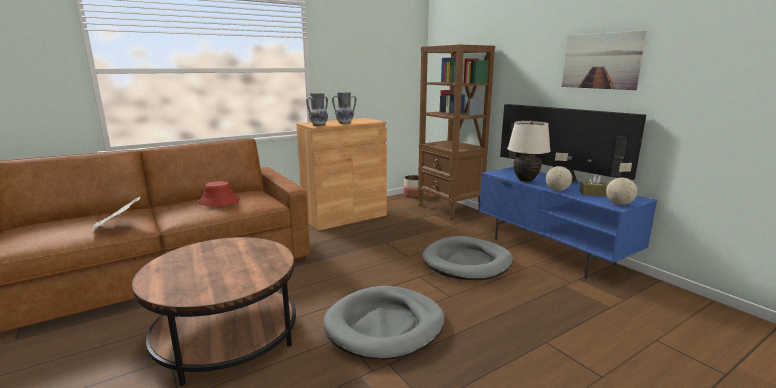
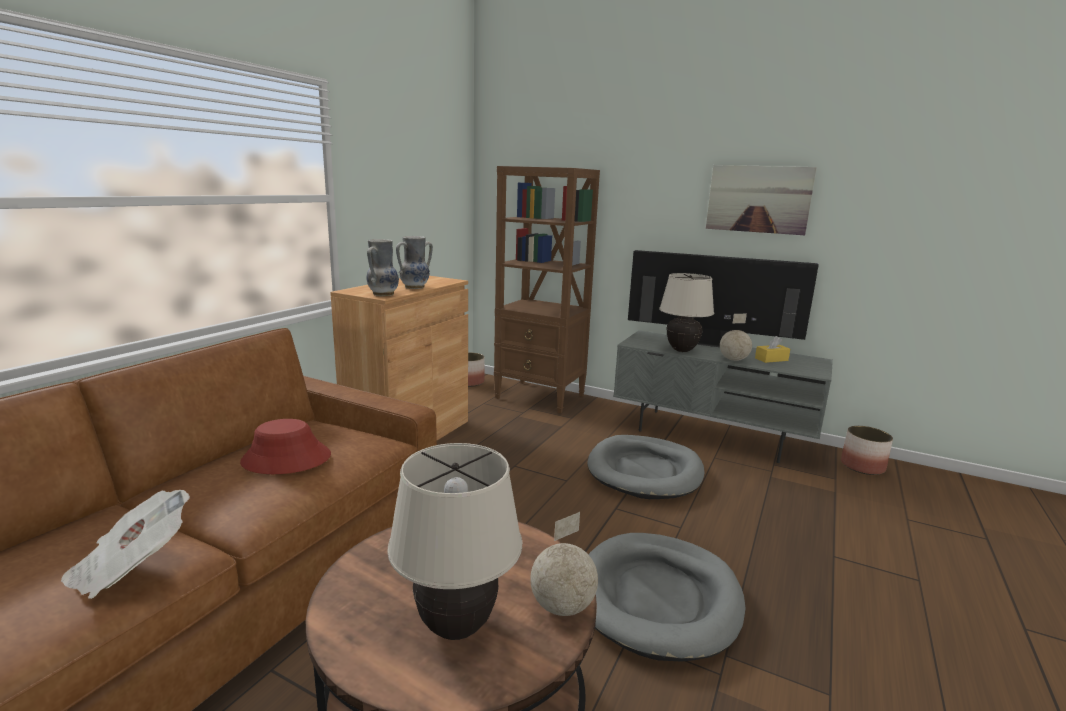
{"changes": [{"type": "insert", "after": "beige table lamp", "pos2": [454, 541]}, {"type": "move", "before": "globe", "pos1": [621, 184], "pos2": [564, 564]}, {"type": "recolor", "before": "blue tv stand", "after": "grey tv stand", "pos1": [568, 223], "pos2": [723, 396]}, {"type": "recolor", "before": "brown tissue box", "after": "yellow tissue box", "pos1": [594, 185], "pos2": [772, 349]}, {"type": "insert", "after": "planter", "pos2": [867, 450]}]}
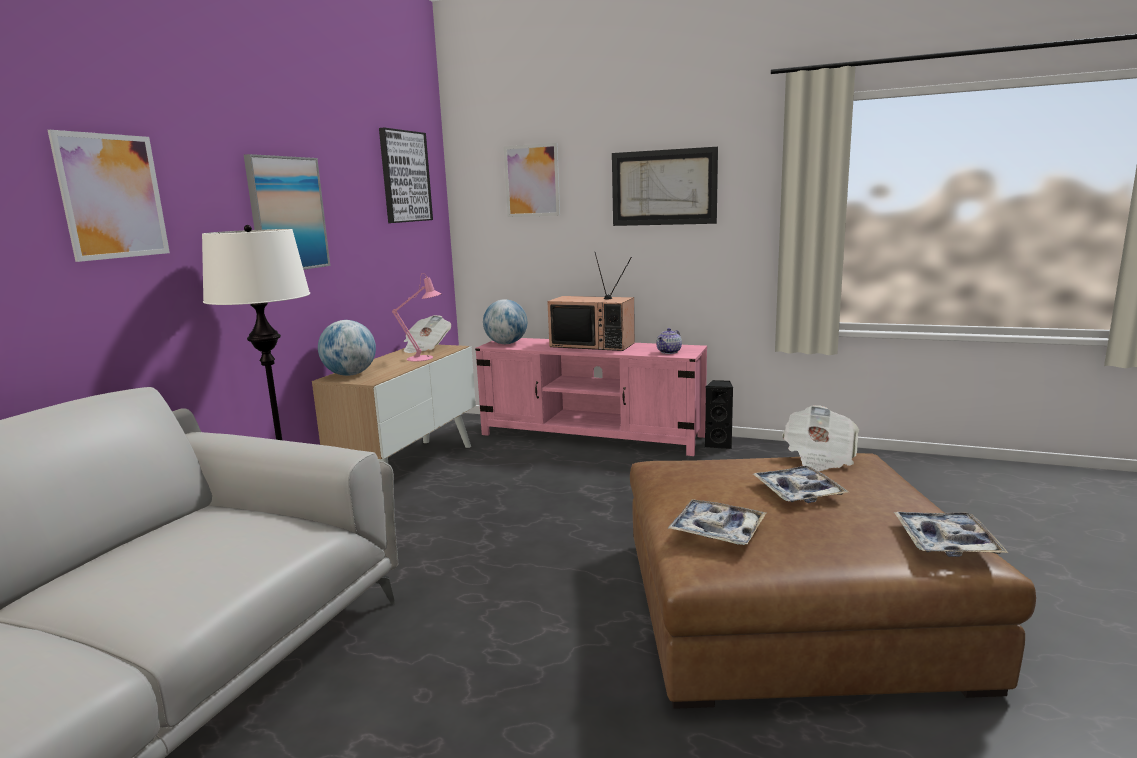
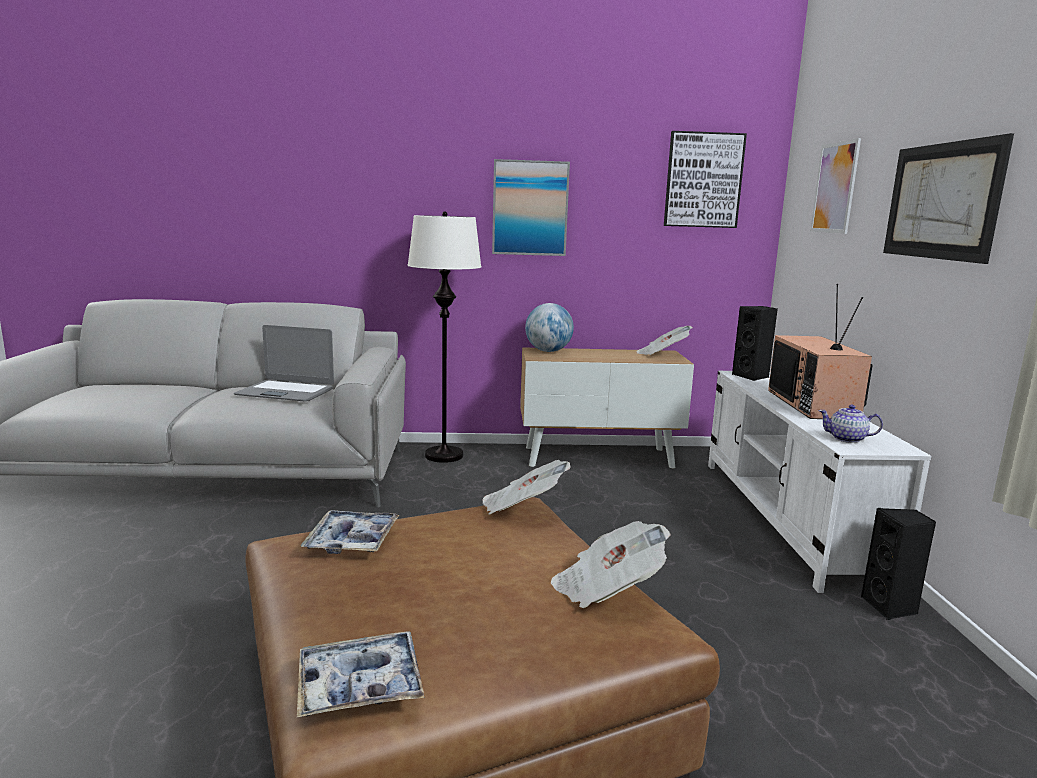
{"changes": [{"type": "insert", "after": "laptop", "pos2": [284, 363]}, {"type": "insert", "after": "newspaper", "pos2": [526, 487]}, {"type": "recolor", "before": "pink tv stand", "after": "white tv stand", "pos1": [591, 397], "pos2": [819, 482]}, {"type": "replace", "before": "globe", "after": "black speaker", "pos1": [505, 321], "pos2": [755, 343]}, {"type": "delete", "before": "picture", "pos1": [109, 196]}, {"type": "delete", "before": "pink table lamp", "pos1": [416, 318]}, {"type": "delete", "before": "tray", "pos1": [801, 484]}]}
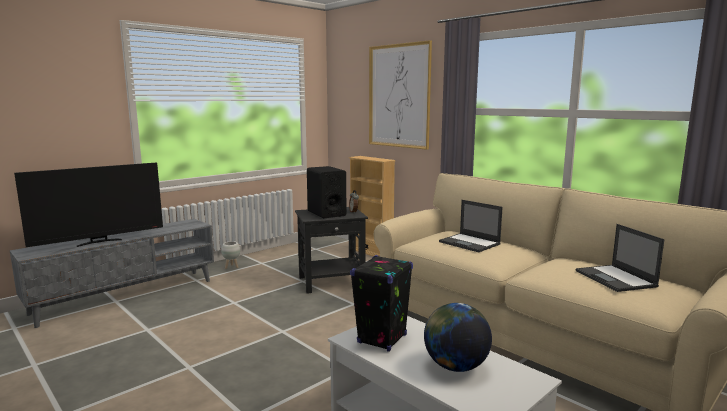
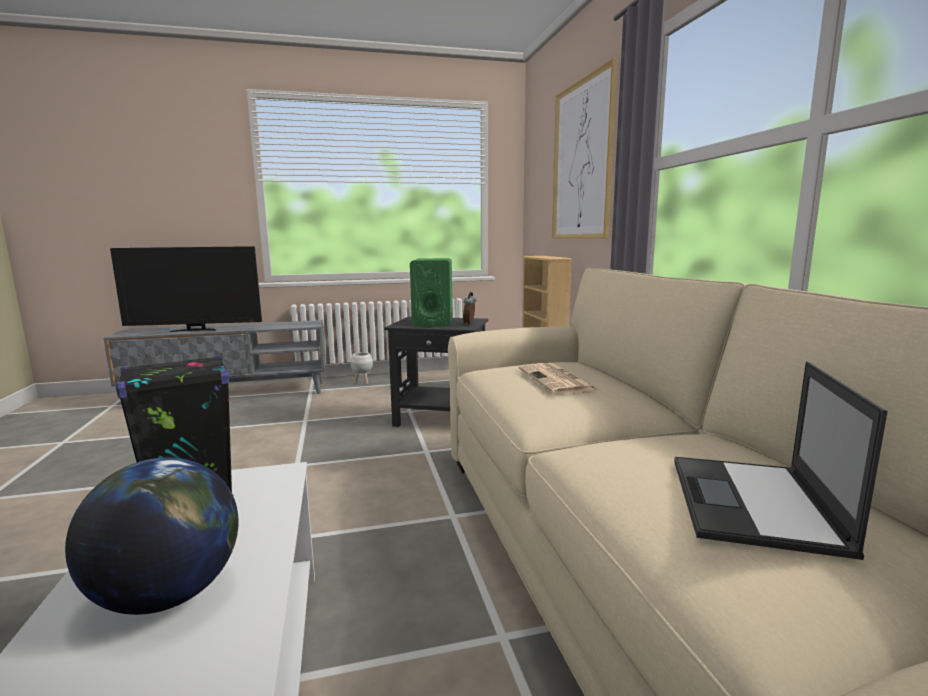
{"changes": [{"type": "recolor", "before": "black speaker", "after": "green speaker", "pos1": [326, 192], "pos2": [431, 292]}, {"type": "replace", "before": "laptop", "after": "newspaper", "pos1": [471, 226], "pos2": [559, 379]}]}
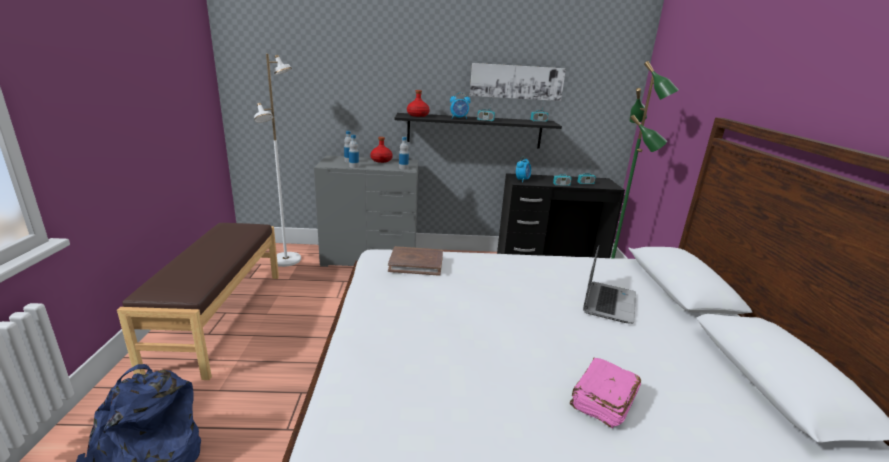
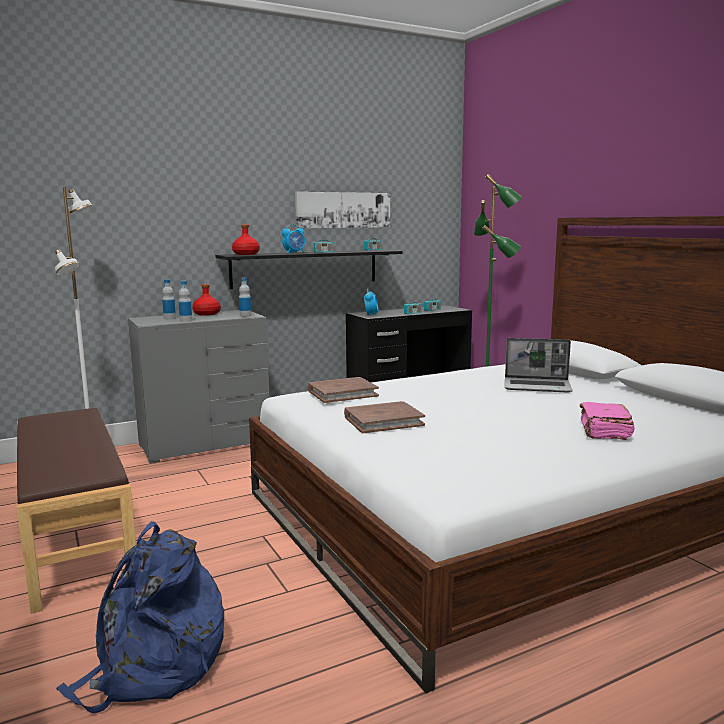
{"changes": [{"type": "insert", "after": "brown book", "pos2": [384, 417]}, {"type": "rotate", "before": "laptop", "pos1": [609, 285], "pos2": [538, 365], "turn": 105}]}
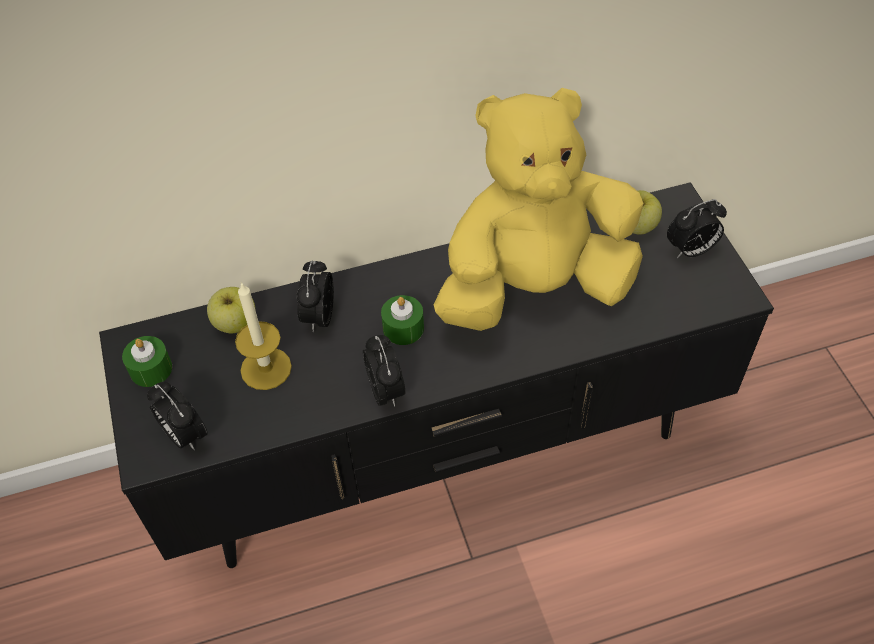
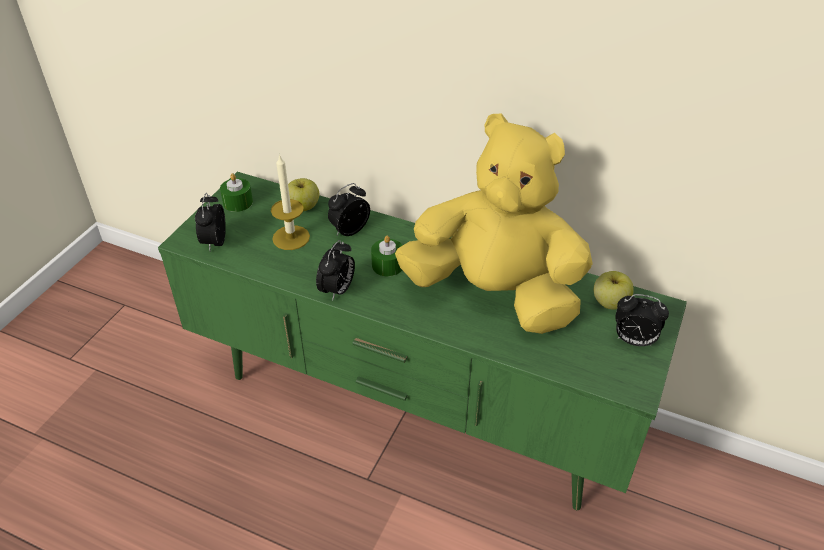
{"changes": [{"type": "recolor", "before": "black tv stand", "after": "green tv stand", "pos1": [436, 375], "pos2": [422, 341]}]}
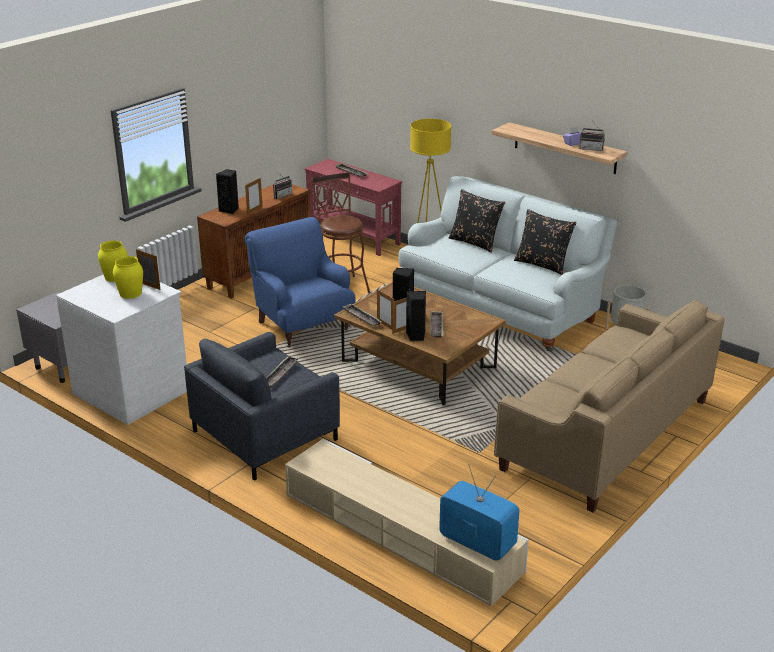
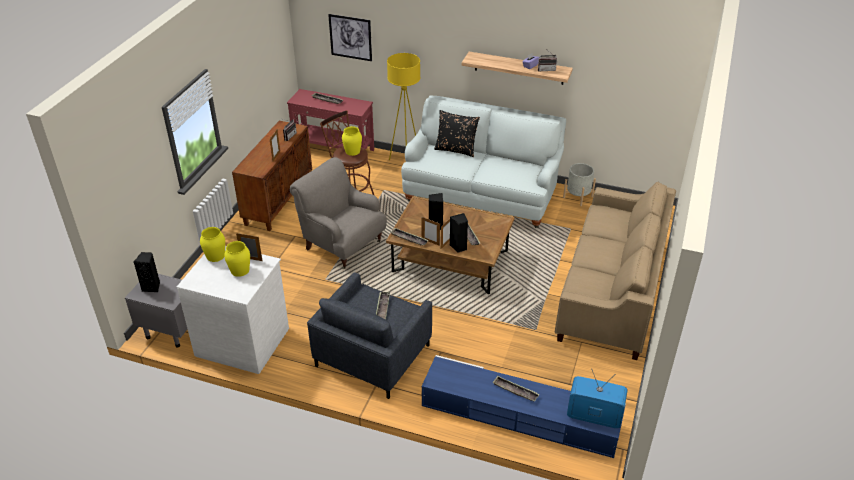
{"changes": [{"type": "move", "before": "black speaker", "pos1": [227, 191], "pos2": [147, 272]}, {"type": "recolor", "before": "blue armchair", "after": "grey armchair", "pos1": [300, 282], "pos2": [338, 213]}, {"type": "insert", "after": "picture", "pos2": [350, 37]}, {"type": "insert", "after": "yellow vase", "pos2": [352, 141]}, {"type": "recolor", "before": "beige tv stand", "after": "blue tv stand", "pos1": [407, 522], "pos2": [524, 406]}, {"type": "insert", "after": "tray", "pos2": [516, 388]}, {"type": "delete", "before": "black pillow", "pos1": [545, 242]}]}
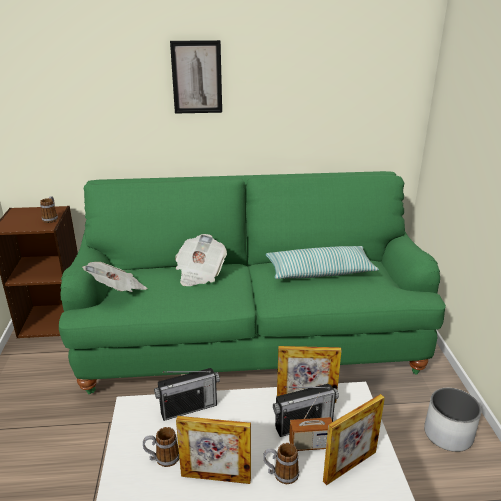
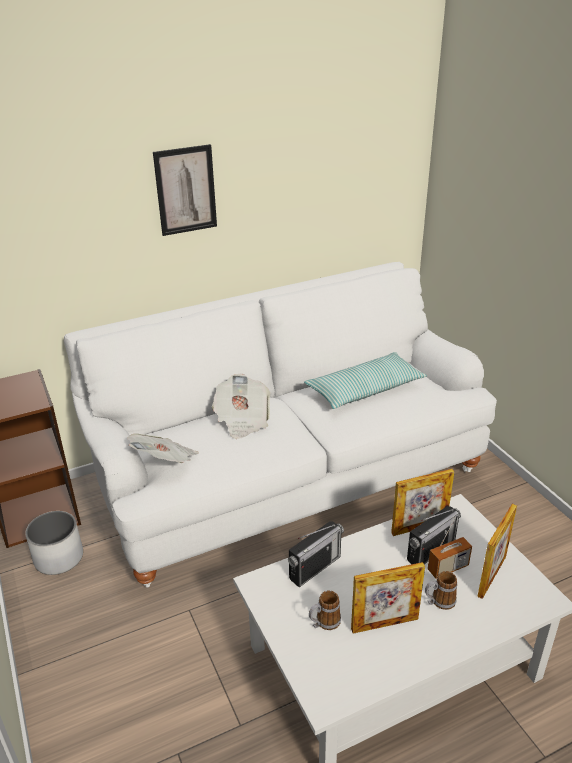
{"changes": [{"type": "move", "before": "white planter", "pos1": [453, 420], "pos2": [54, 543]}, {"type": "recolor", "before": "green sofa", "after": "white sofa", "pos1": [252, 282], "pos2": [280, 424]}, {"type": "delete", "before": "mug", "pos1": [49, 209]}]}
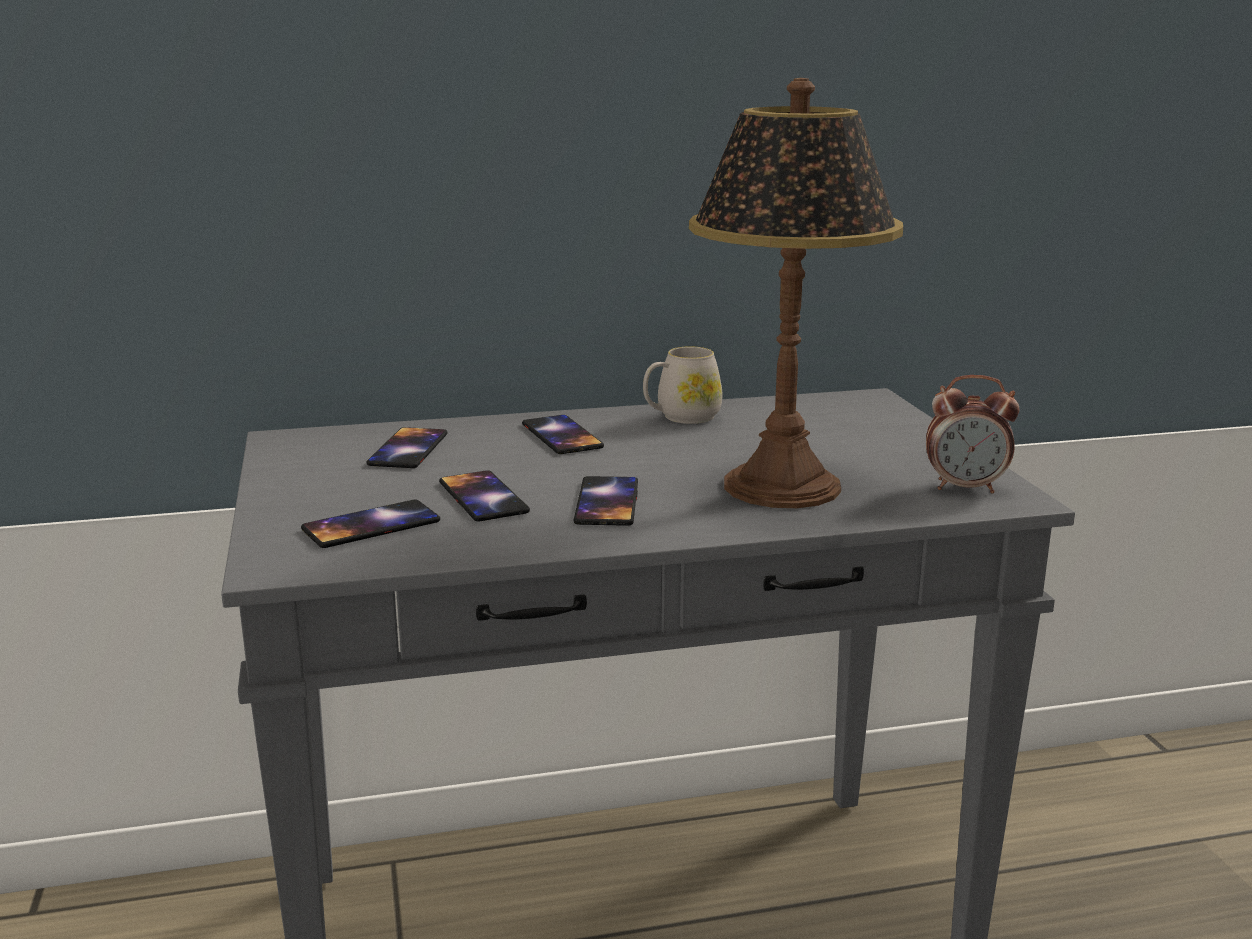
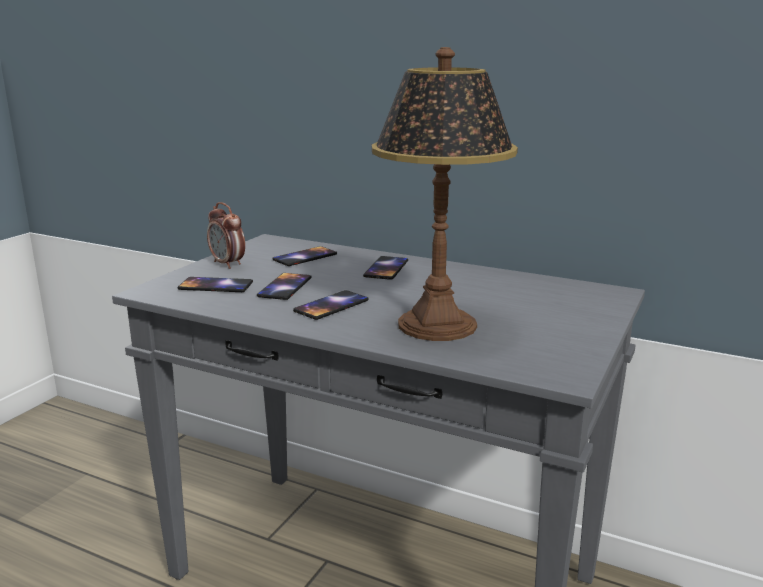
{"changes": [{"type": "move", "before": "alarm clock", "pos1": [972, 434], "pos2": [226, 235]}, {"type": "delete", "before": "white mug", "pos1": [682, 385]}]}
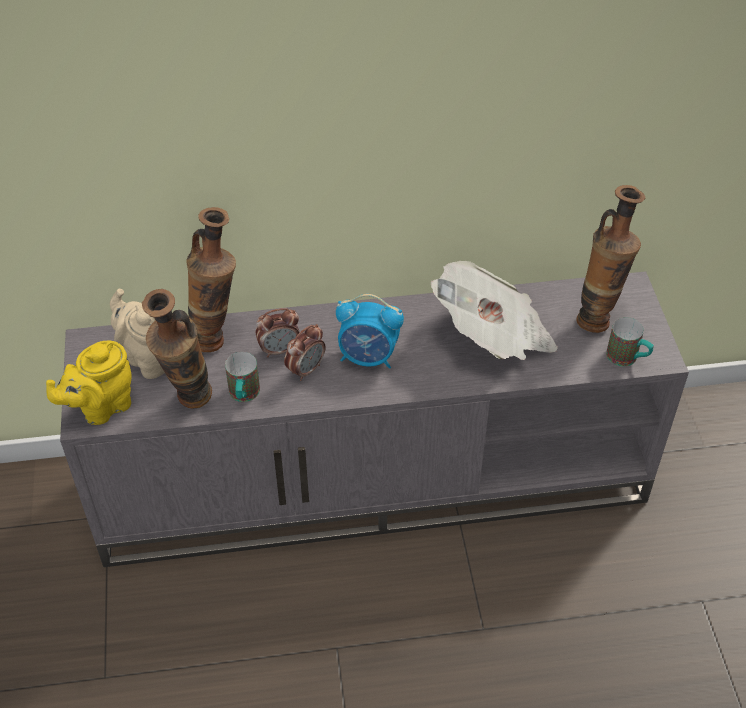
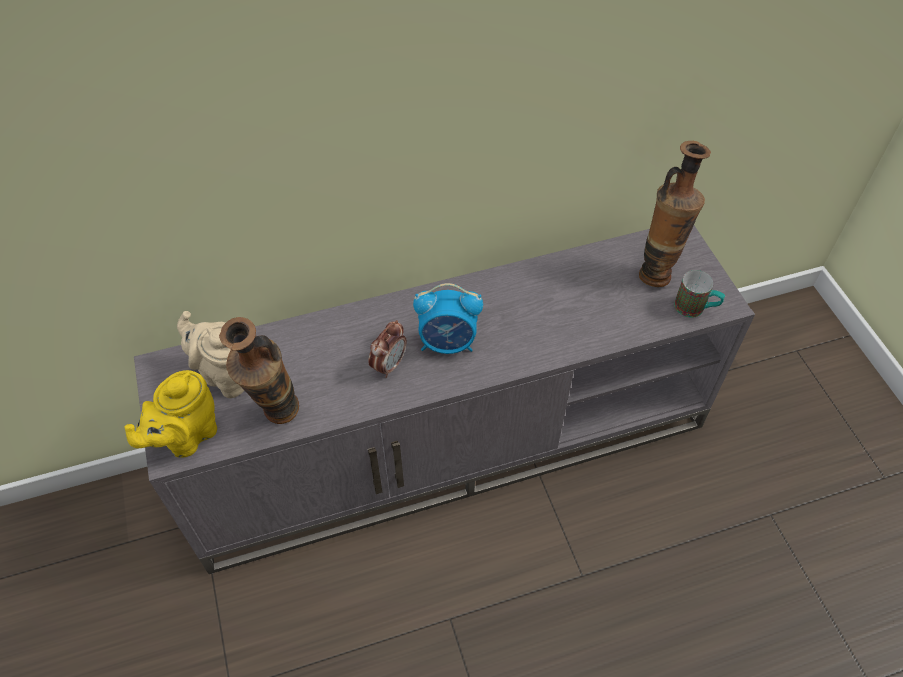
{"changes": [{"type": "delete", "before": "vase", "pos1": [211, 279]}, {"type": "delete", "before": "mug", "pos1": [242, 377]}, {"type": "delete", "before": "alarm clock", "pos1": [278, 332]}, {"type": "delete", "before": "newspaper", "pos1": [494, 310]}]}
